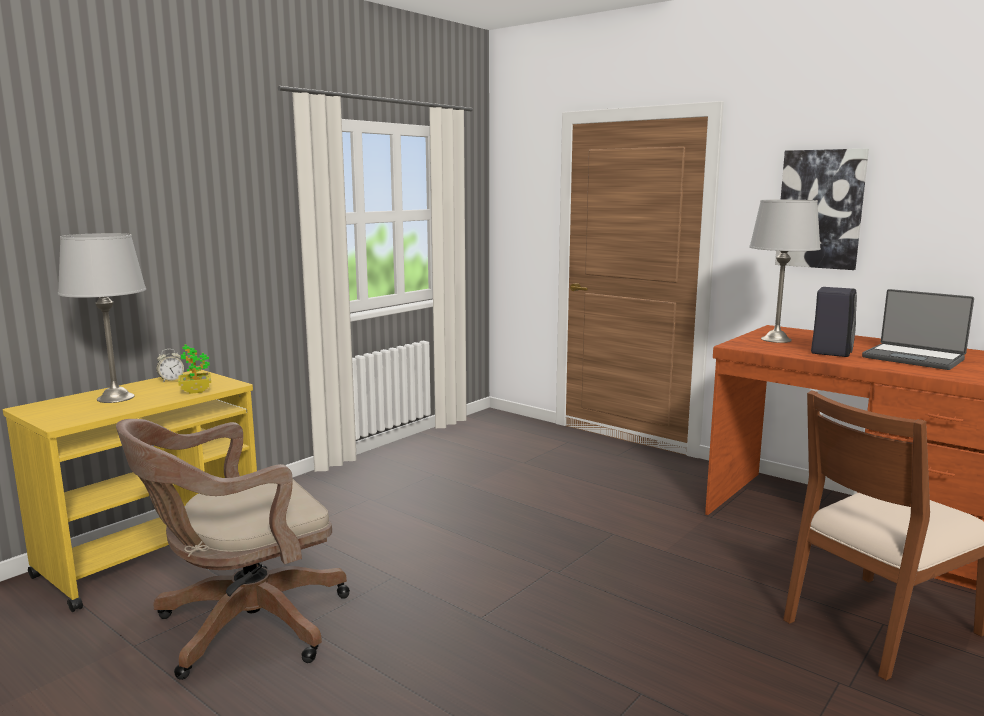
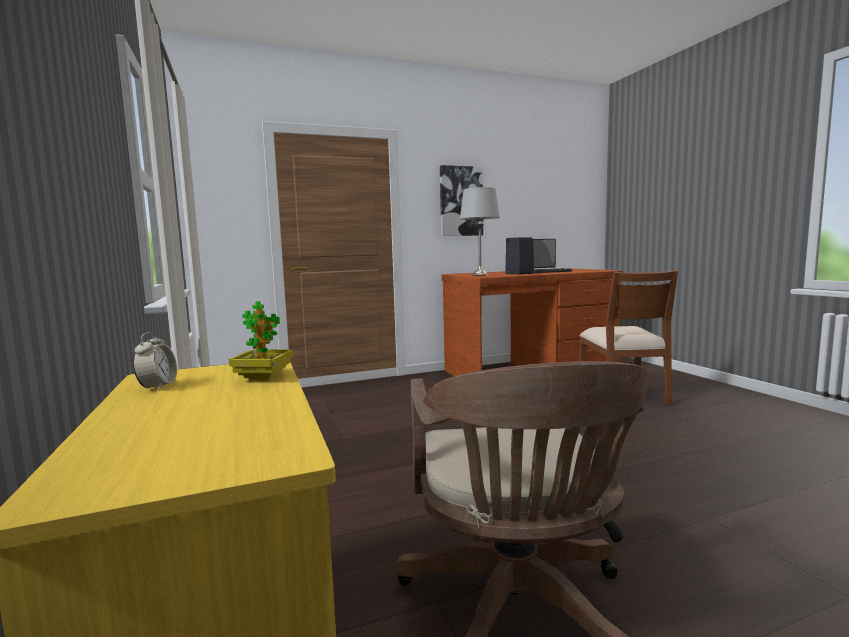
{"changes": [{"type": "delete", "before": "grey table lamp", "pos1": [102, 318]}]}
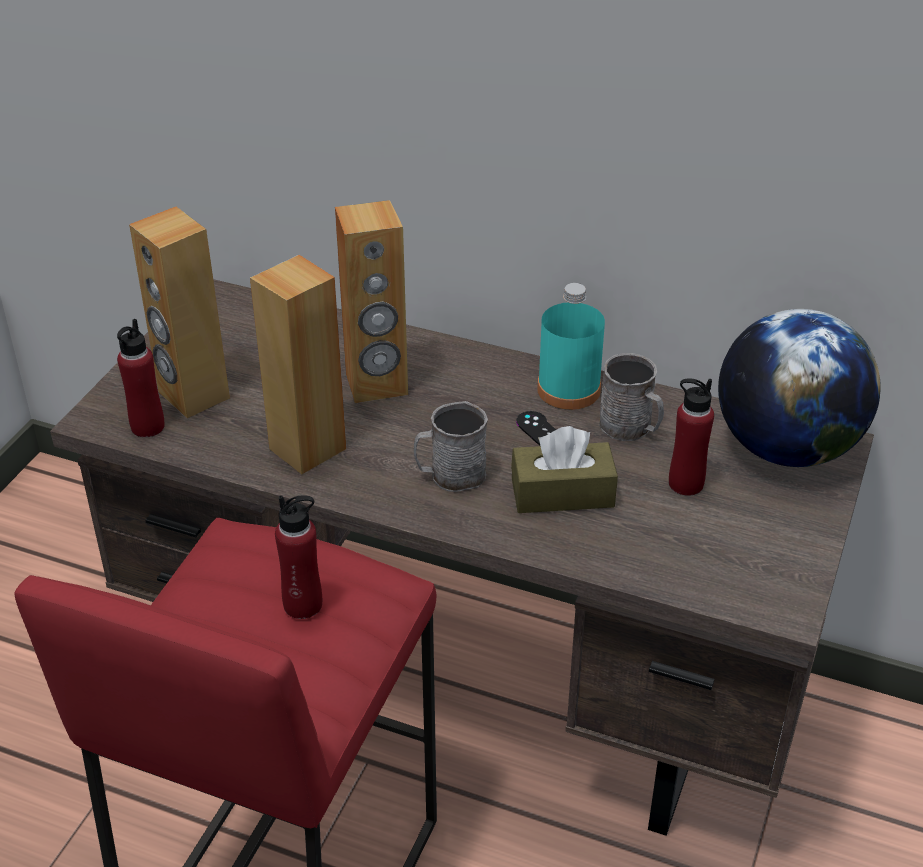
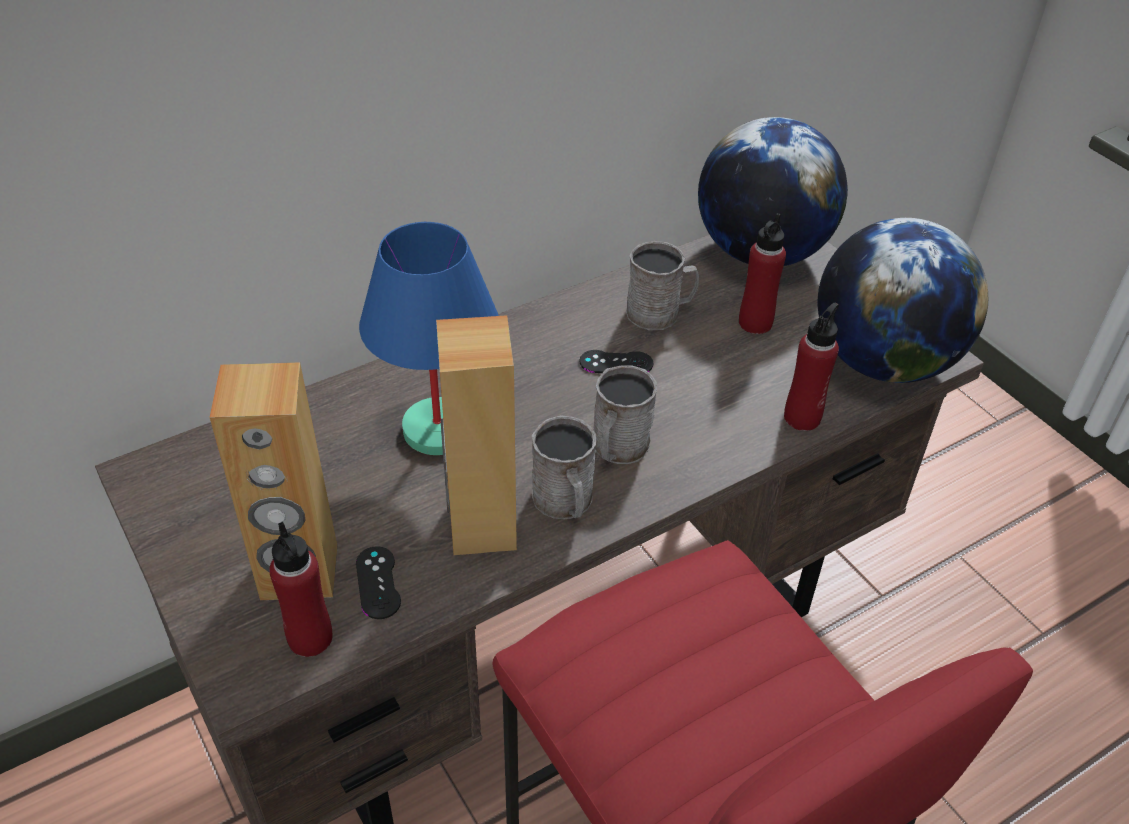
{"changes": [{"type": "insert", "after": "black game controller", "pos2": [378, 582]}, {"type": "replace", "before": "brown speaker", "after": "blue table lamp", "pos1": [371, 301], "pos2": [428, 338]}, {"type": "insert", "after": "grey mug", "pos2": [564, 467]}, {"type": "move", "before": "red bottle", "pos1": [298, 557], "pos2": [811, 367]}, {"type": "insert", "after": "globe", "pos2": [902, 300]}, {"type": "delete", "before": "brown tissue box", "pos1": [564, 469]}, {"type": "delete", "before": "turquoise bottle", "pos1": [571, 346]}]}
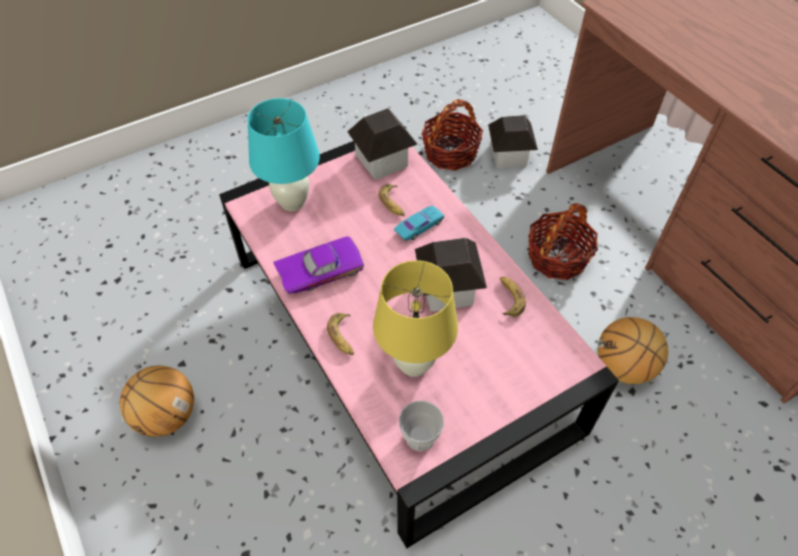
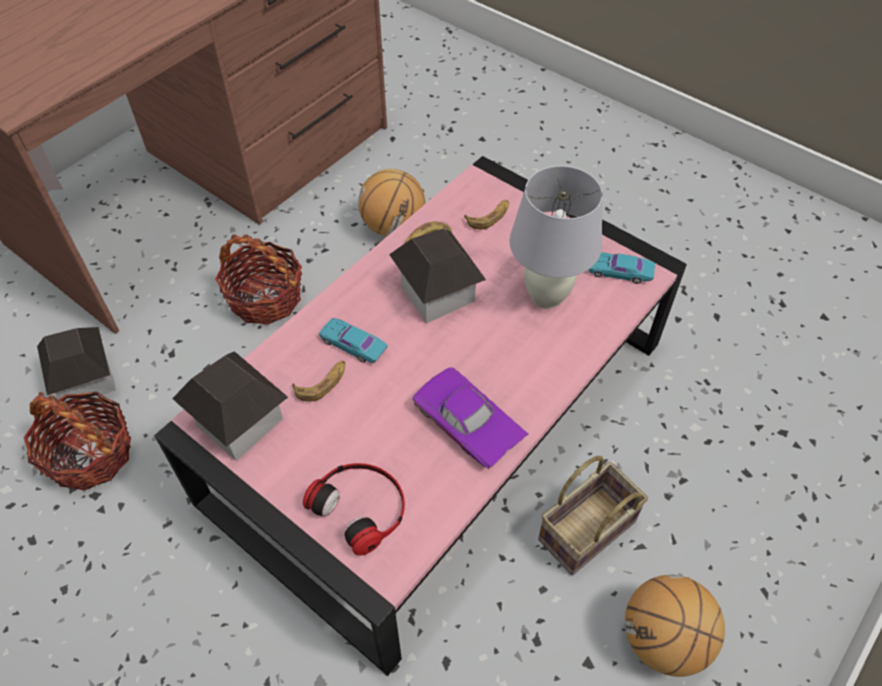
{"changes": [{"type": "replace", "before": "turquoise table lamp", "after": "headphones", "pos1": [283, 154], "pos2": [354, 509]}, {"type": "move", "before": "banana", "pos1": [340, 334], "pos2": [486, 214]}, {"type": "recolor", "before": "yellow table lamp", "after": "white table lamp", "pos1": [415, 318], "pos2": [556, 237]}, {"type": "insert", "after": "basket", "pos2": [593, 515]}, {"type": "replace", "before": "cup", "after": "turquoise toy car", "pos1": [421, 426], "pos2": [621, 268]}]}
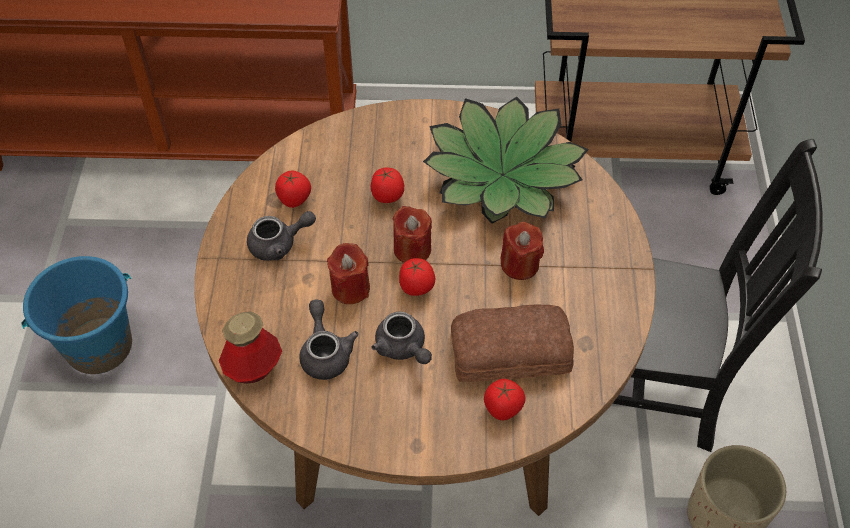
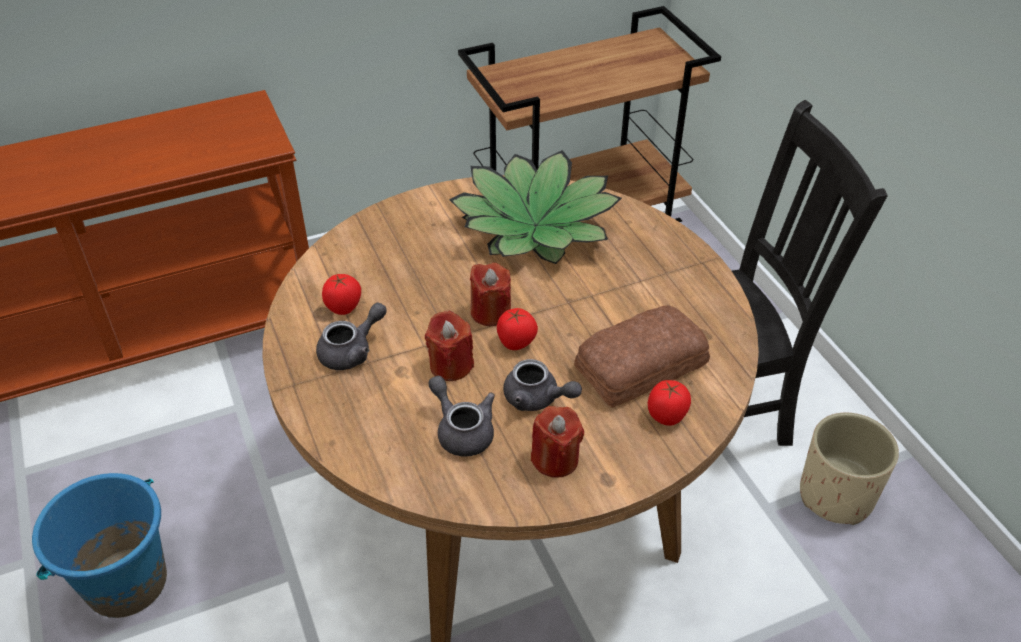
{"changes": [{"type": "move", "before": "red candle", "pos1": [522, 251], "pos2": [557, 442]}, {"type": "delete", "before": "bottle", "pos1": [250, 347]}, {"type": "delete", "before": "tomato", "pos1": [387, 185]}]}
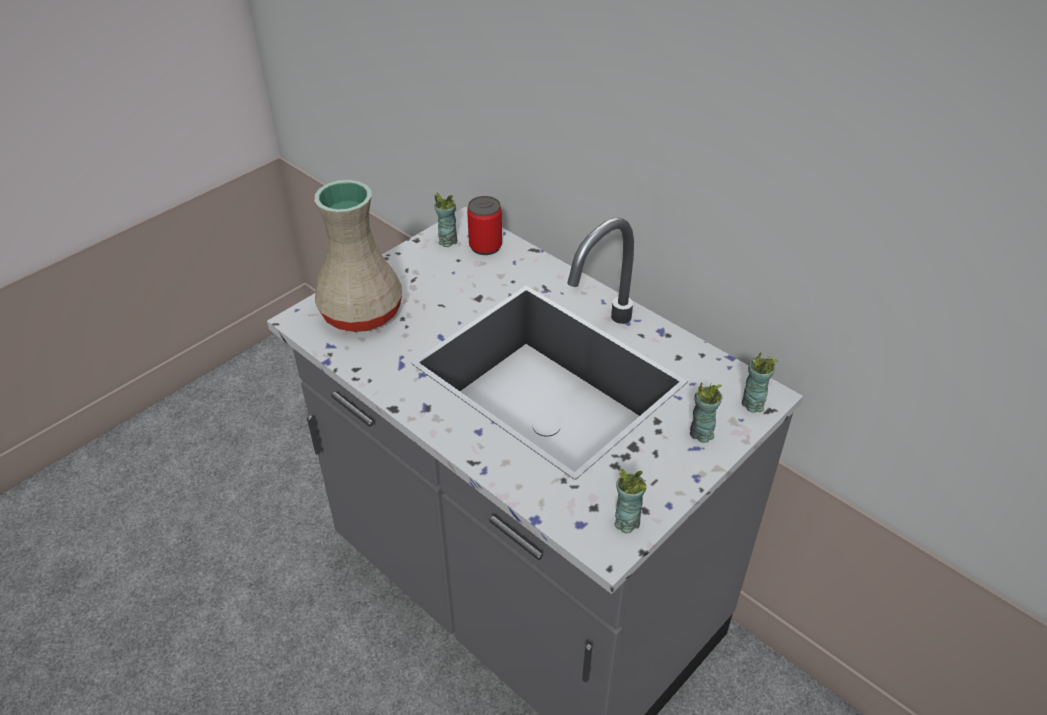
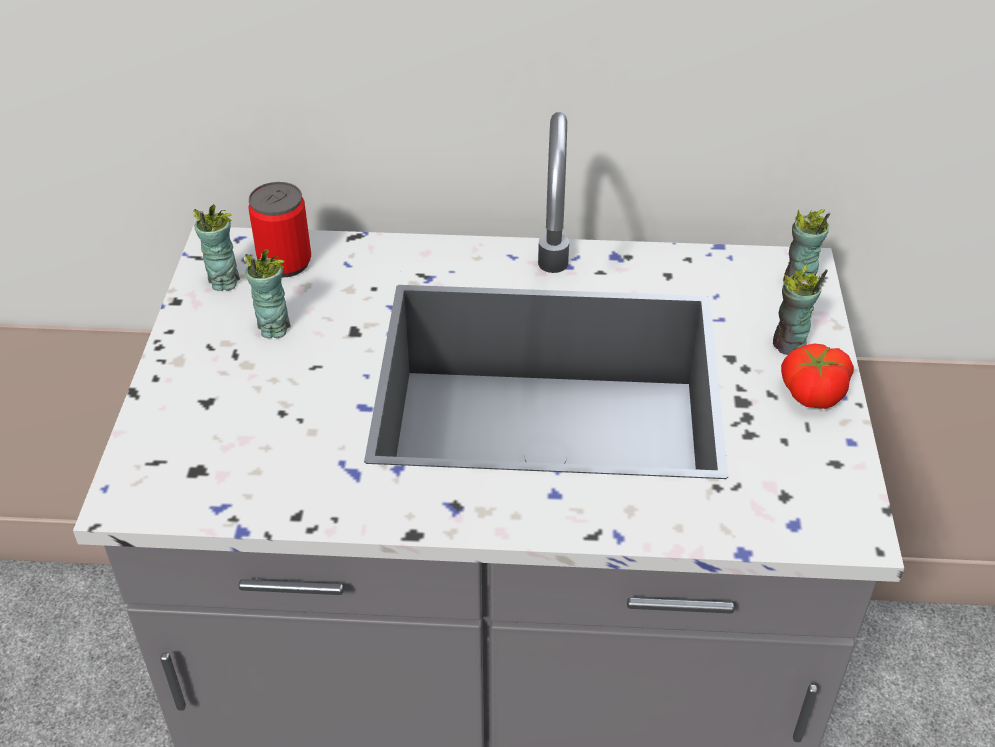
{"changes": [{"type": "move", "before": "cup", "pos1": [631, 501], "pos2": [267, 293]}, {"type": "insert", "after": "tomato", "pos2": [817, 376]}, {"type": "delete", "before": "beige vase", "pos1": [358, 256]}]}
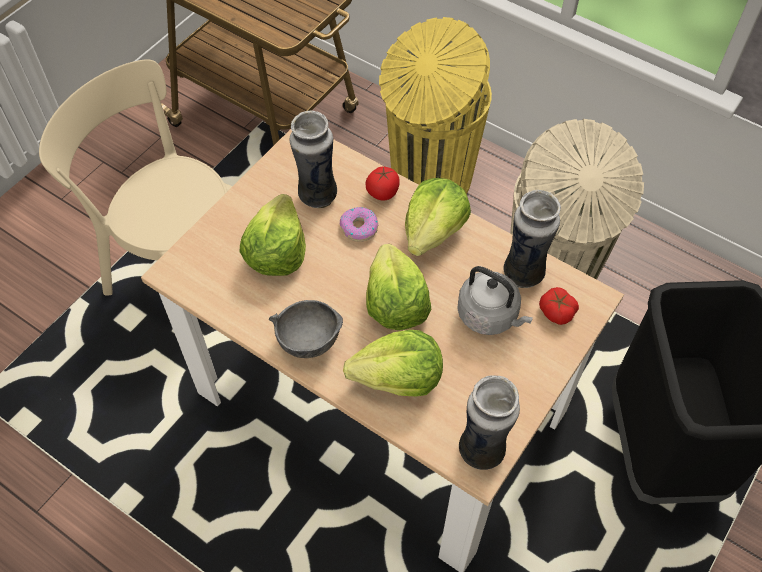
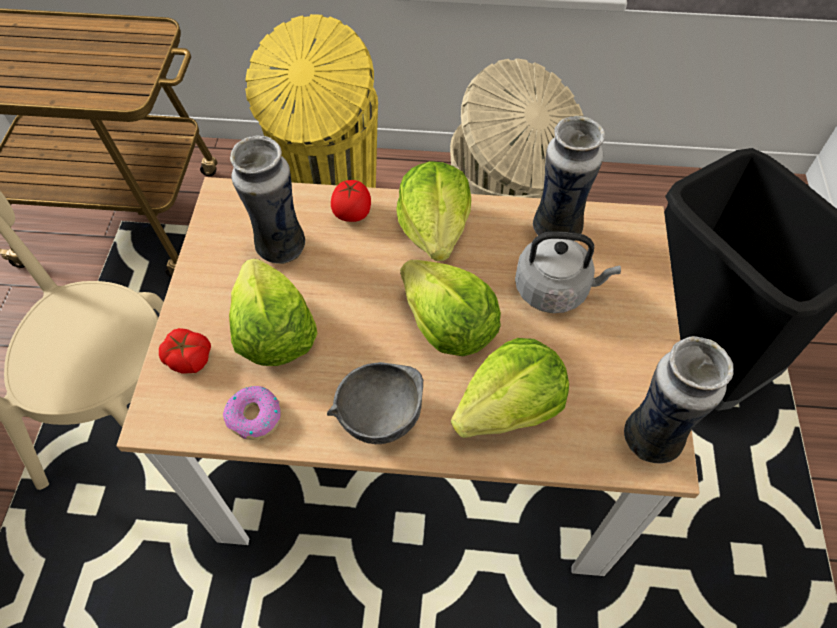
{"changes": [{"type": "move", "before": "tomato", "pos1": [559, 306], "pos2": [185, 351]}, {"type": "move", "before": "donut", "pos1": [359, 224], "pos2": [252, 413]}]}
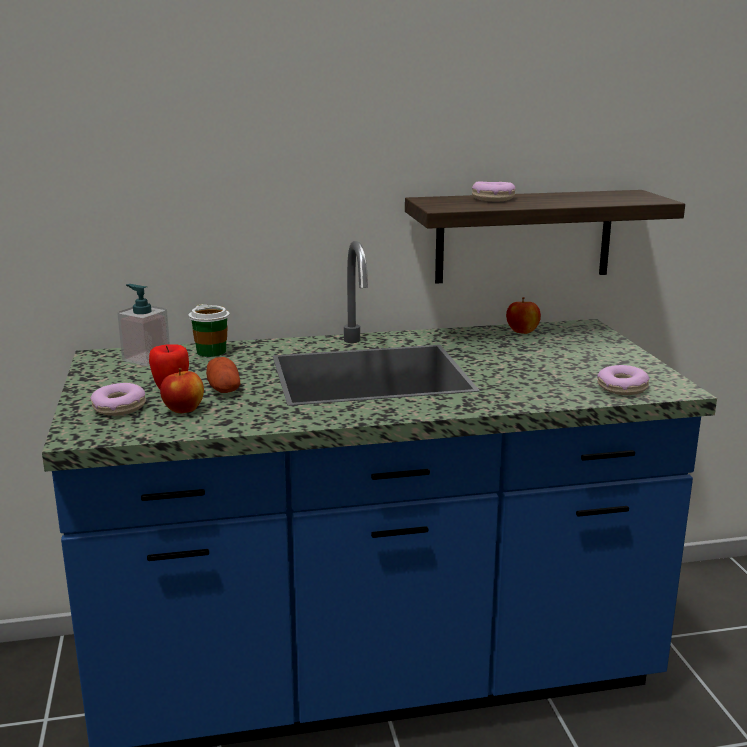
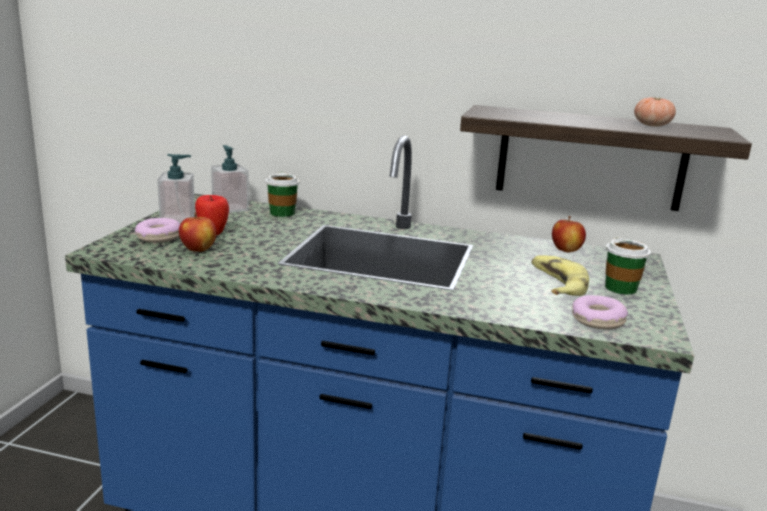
{"changes": [{"type": "insert", "after": "soap dispenser", "pos2": [176, 189]}, {"type": "insert", "after": "banana", "pos2": [560, 275]}, {"type": "insert", "after": "cup", "pos2": [628, 266]}, {"type": "insert", "after": "tomato", "pos2": [655, 112]}, {"type": "delete", "before": "potato", "pos1": [223, 375]}, {"type": "delete", "before": "donut", "pos1": [493, 191]}]}
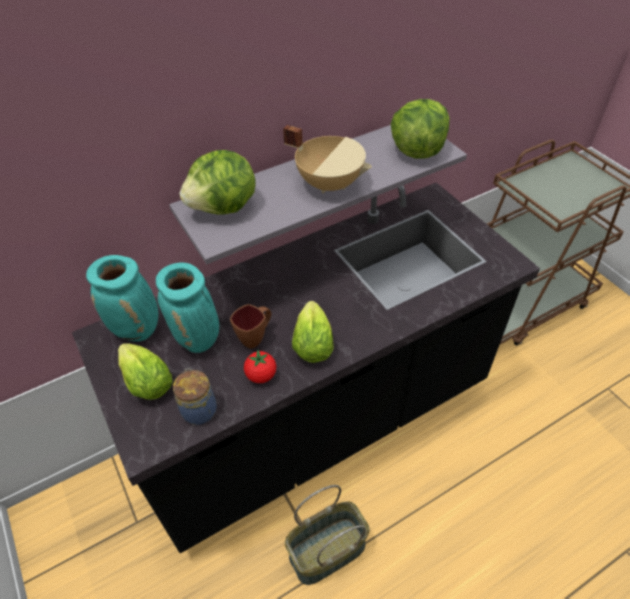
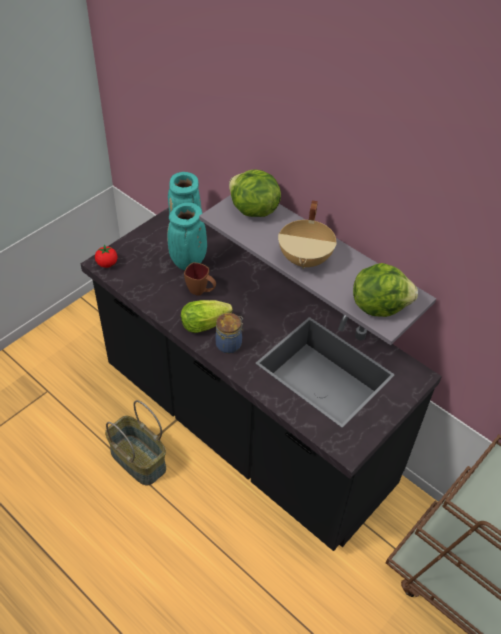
{"changes": [{"type": "move", "before": "tomato", "pos1": [260, 366], "pos2": [106, 256]}, {"type": "move", "before": "jar", "pos1": [195, 396], "pos2": [229, 333]}, {"type": "delete", "before": "lettuce", "pos1": [145, 371]}]}
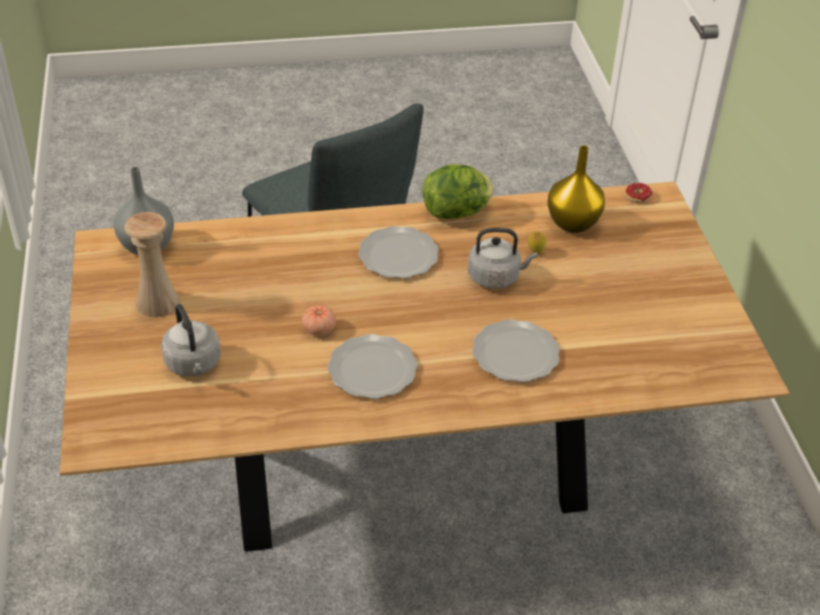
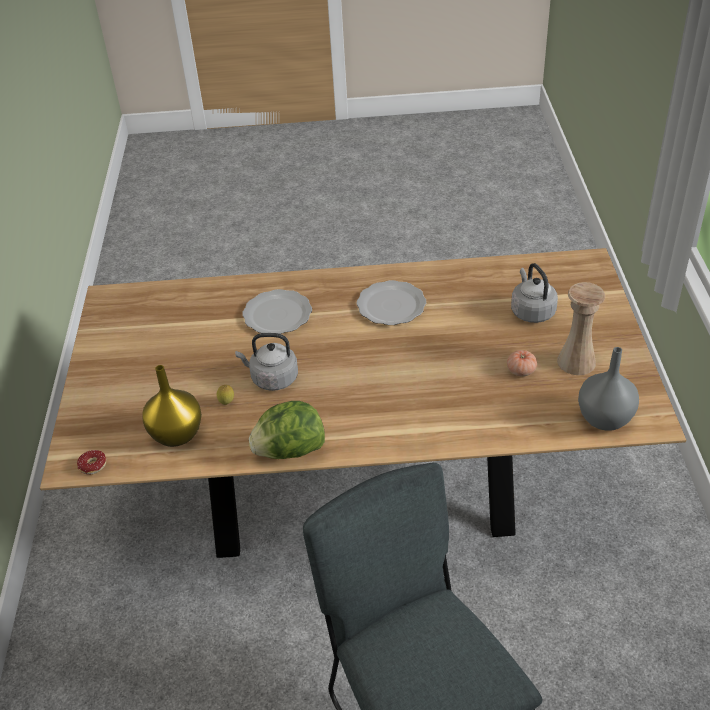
{"changes": [{"type": "move", "before": "tomato", "pos1": [319, 320], "pos2": [522, 363]}, {"type": "delete", "before": "plate", "pos1": [398, 252]}]}
